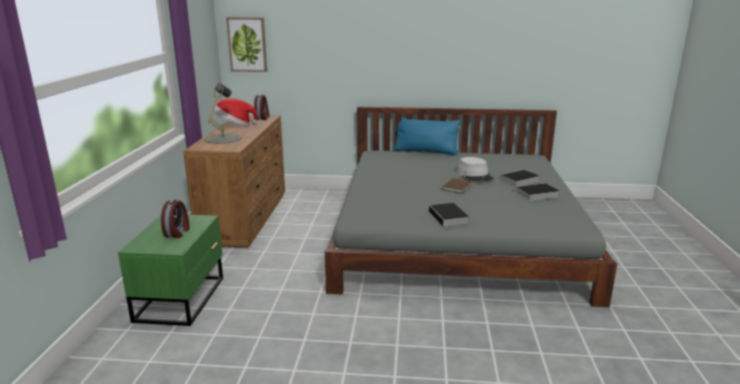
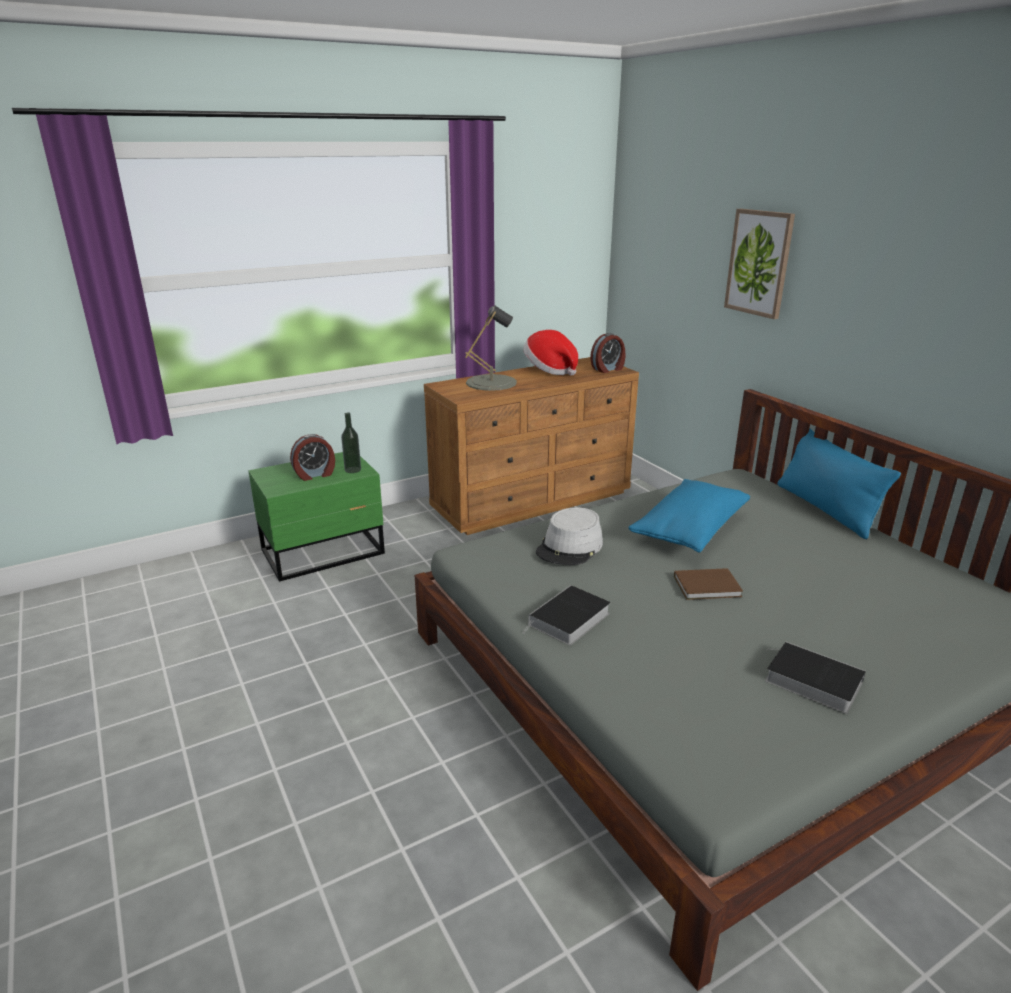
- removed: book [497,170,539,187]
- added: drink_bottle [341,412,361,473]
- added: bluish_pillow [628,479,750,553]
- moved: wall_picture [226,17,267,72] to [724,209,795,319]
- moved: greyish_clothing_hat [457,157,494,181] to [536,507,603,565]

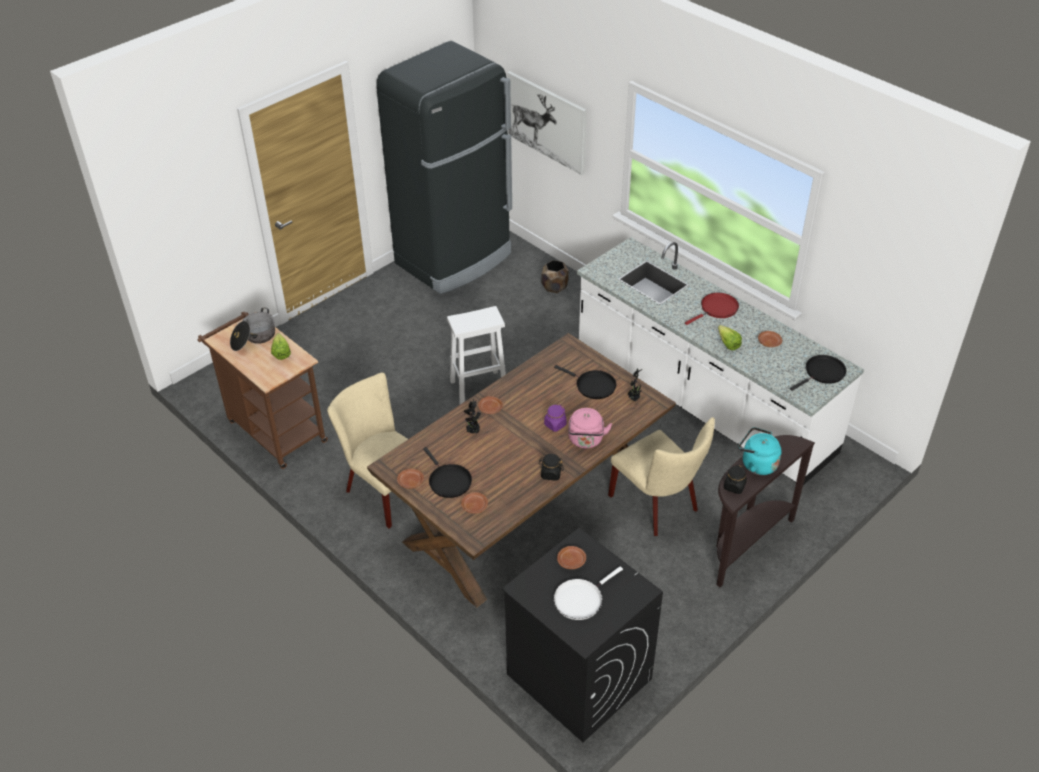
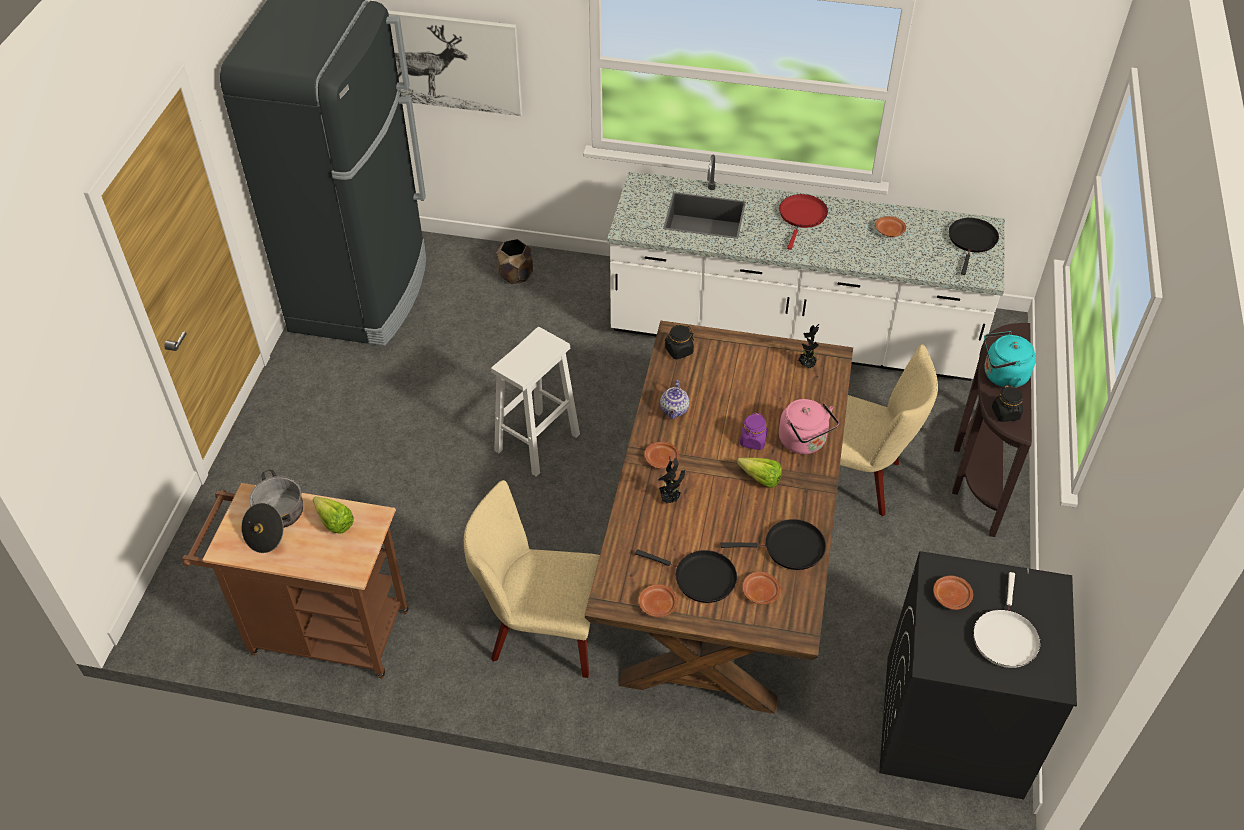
- added: teapot [660,380,690,419]
- moved: black_preserve_jar [539,454,564,480] to [665,325,694,360]
- moved: black_frying_pan [554,365,616,399] to [721,519,826,570]
- moved: lettuce_head [718,325,742,350] to [737,458,782,488]

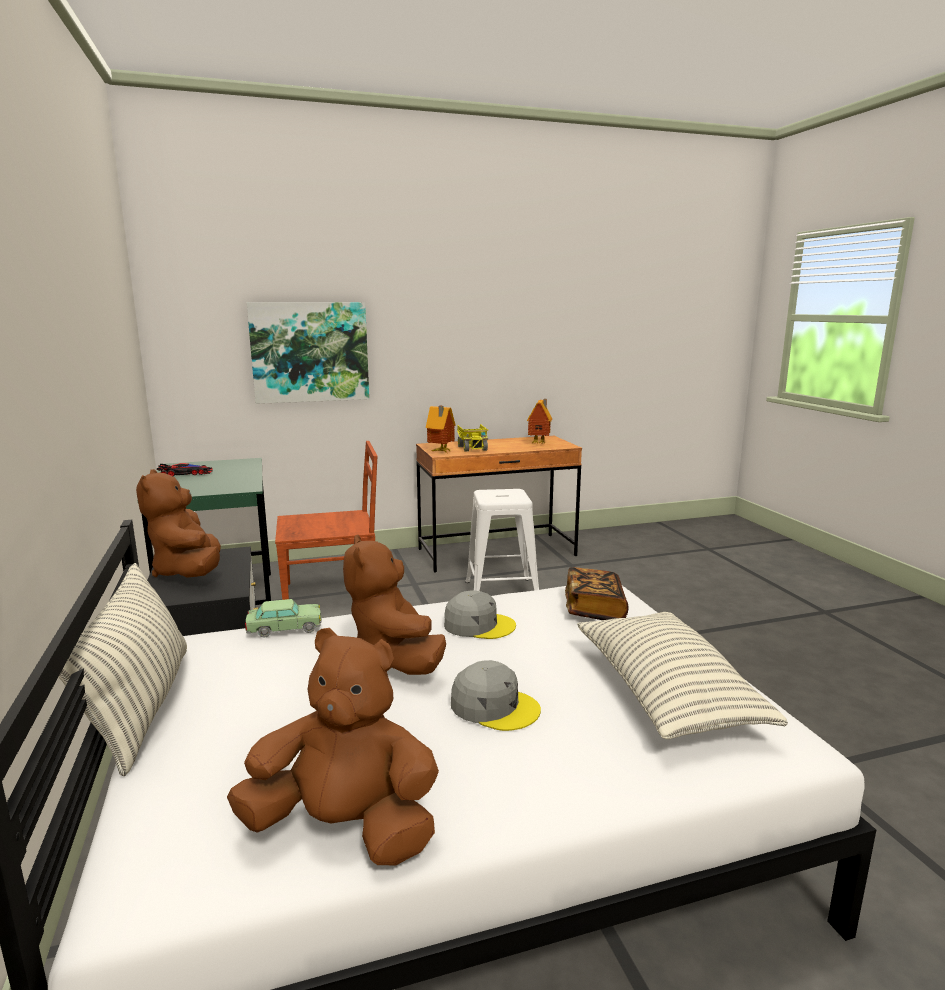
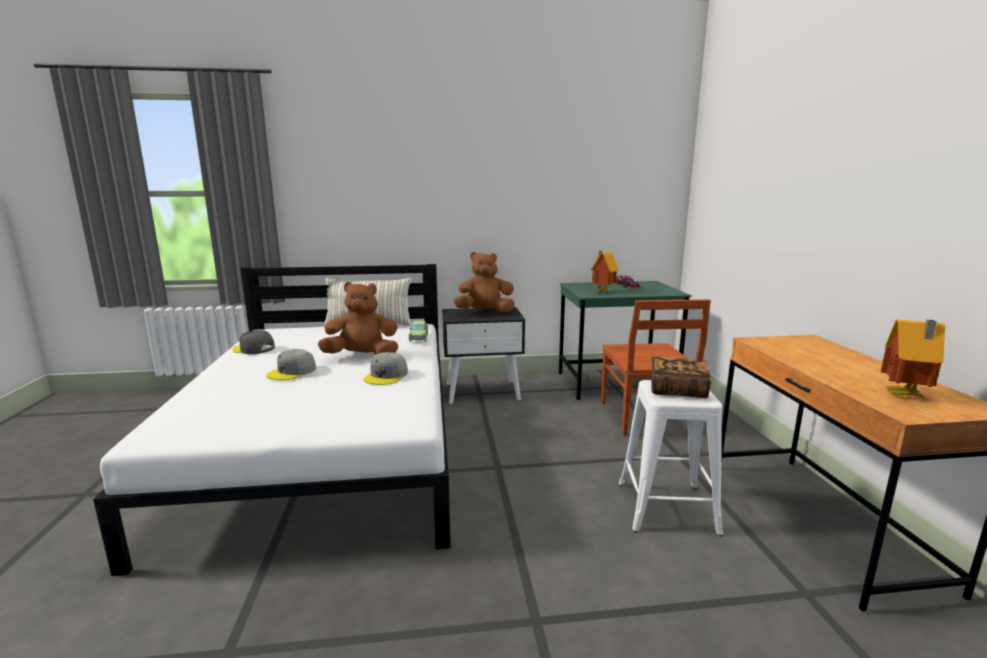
- removed: wall_picture [247,302,369,404]
- removed: model_truck [457,424,489,452]
- removed: pillow [577,612,788,739]
- moved: toy_house [426,406,456,453] to [591,251,619,293]
- moved: book [565,567,629,620] to [651,357,711,398]
- replaced: brownish_soft_toy [227,628,439,865] to greyish_peaked_cap [232,330,275,354]

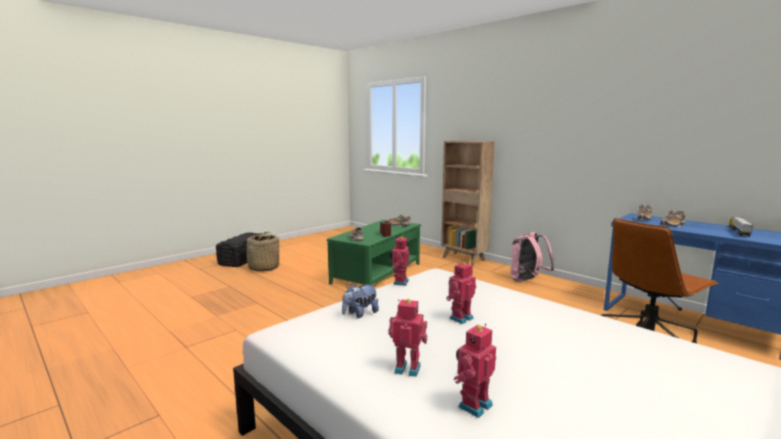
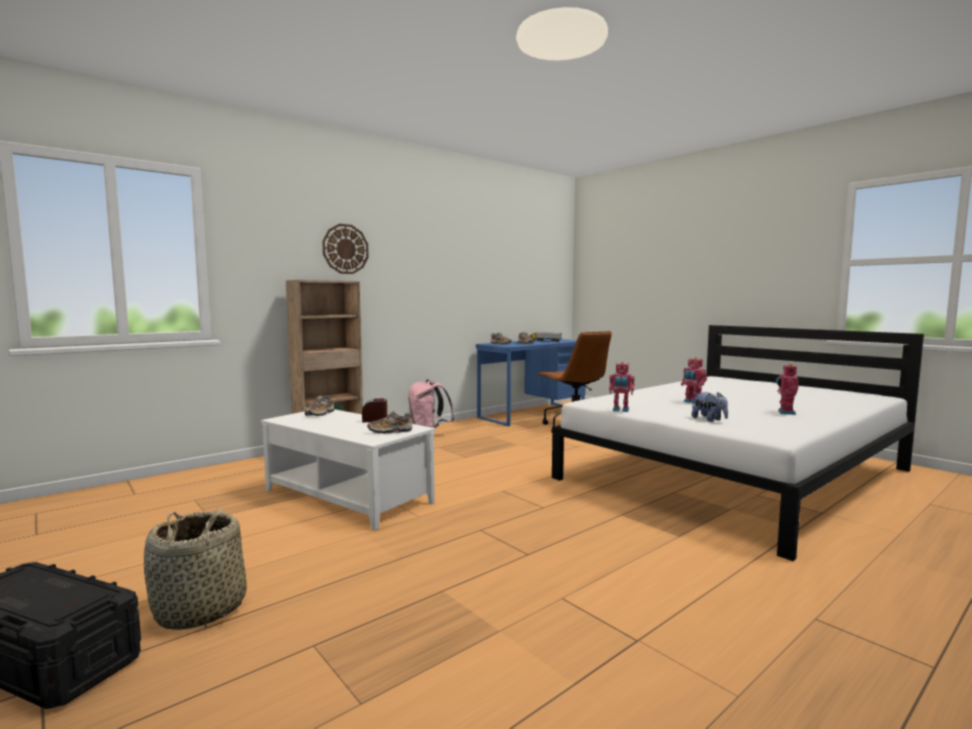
- removed: robot_figure [454,323,496,418]
- added: wall_clock [322,224,369,274]
- recoloured: green-coloured_coffee_table [327,220,421,286] to white_coffee_table [261,409,435,530]

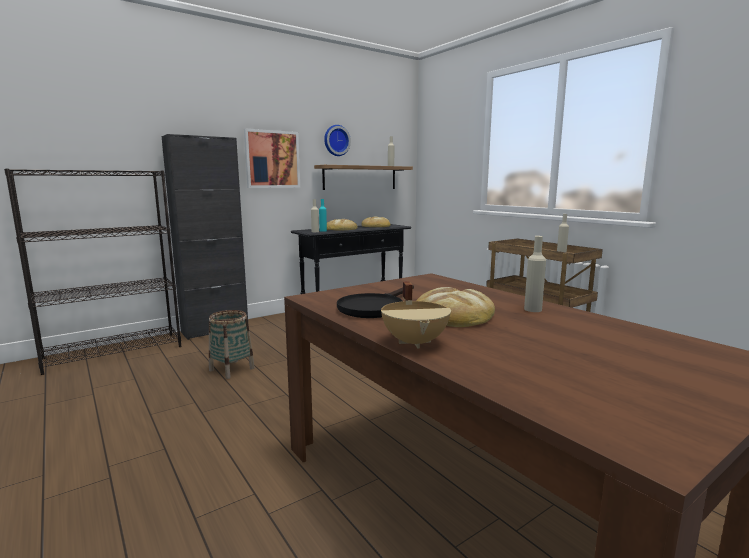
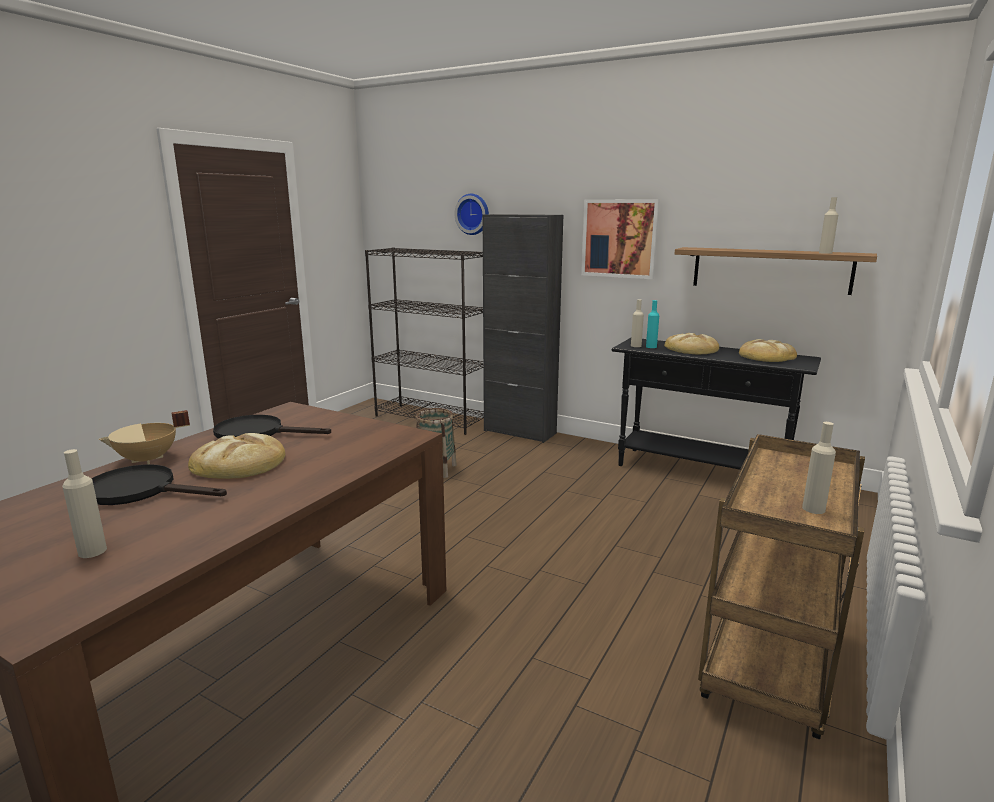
- added: black_frying_pan [92,464,227,505]
- moved: wall_clock [324,125,351,156] to [454,194,489,235]
- moved: beige_drink_bottle [524,236,546,312] to [62,449,107,558]

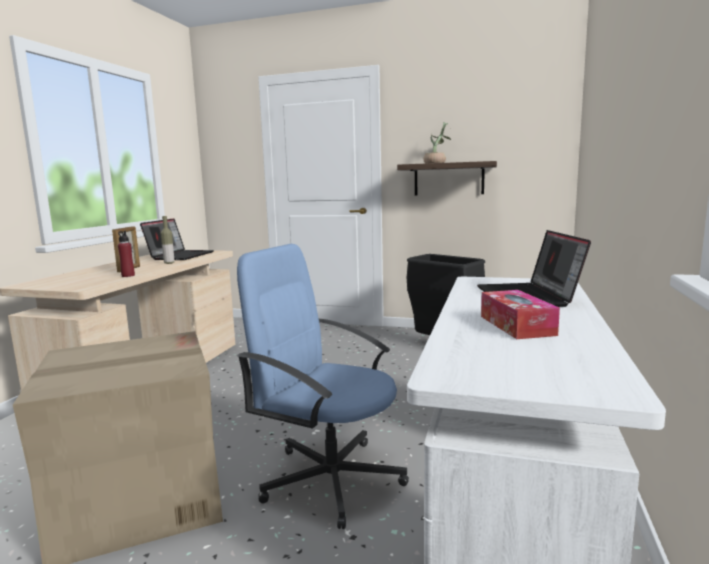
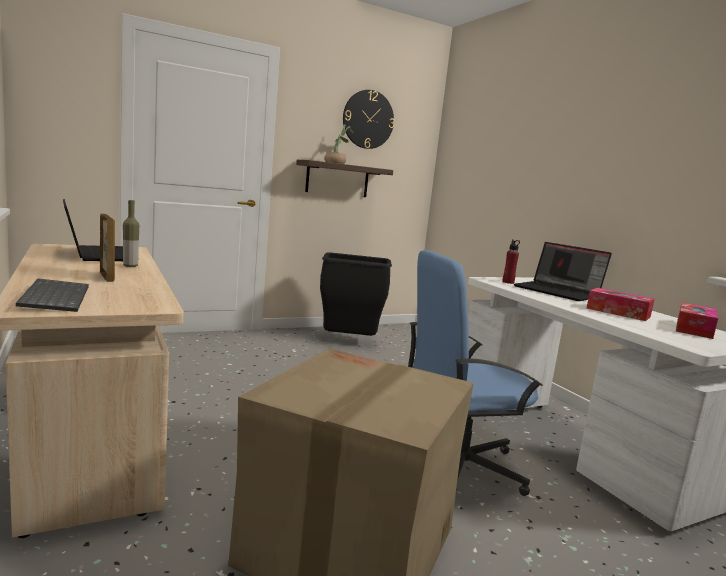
- added: computer_keyboard [16,279,89,312]
- added: wall_clock [343,90,394,149]
- added: tissue_box [676,303,718,339]
- moved: reddish_drink_bottle [118,231,135,277] to [502,240,520,284]

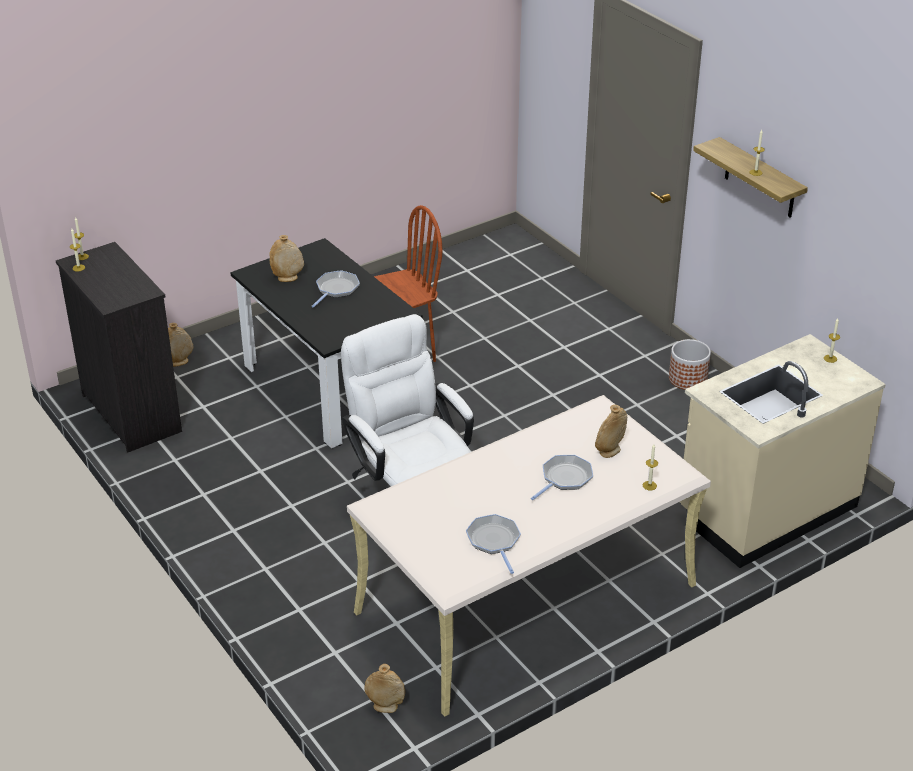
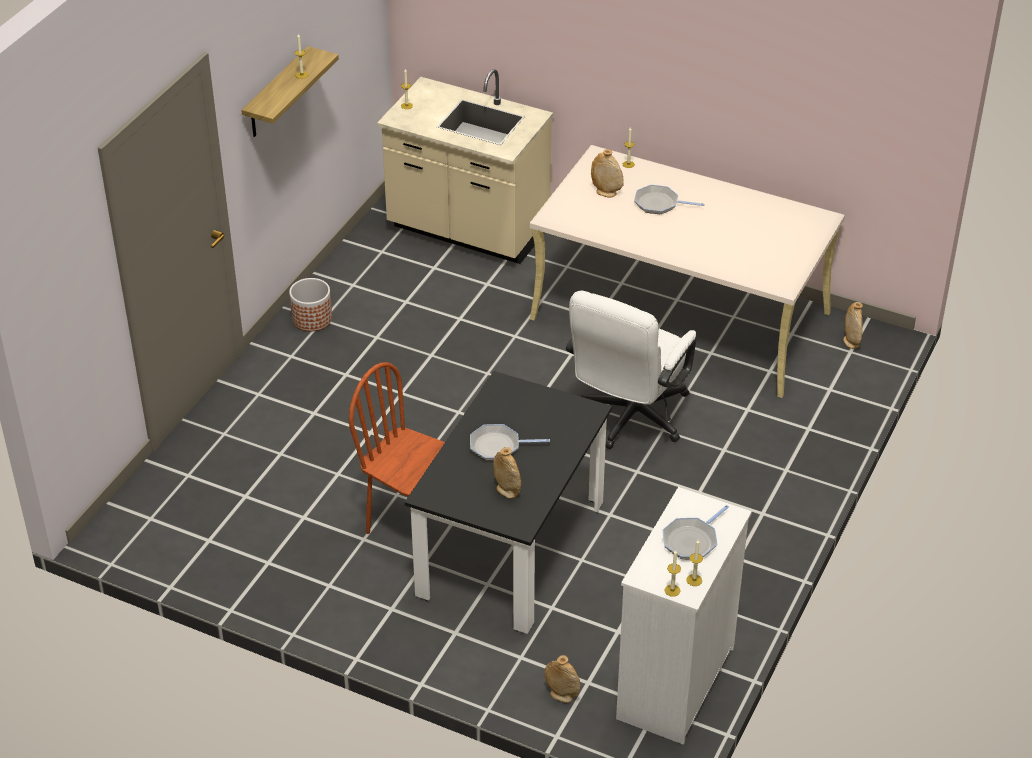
- moved: frying_pan [466,514,521,574] to [662,505,729,559]
- recoloured: black_drawer_chest [56,242,182,453] to white_drawer_chest [616,487,752,745]

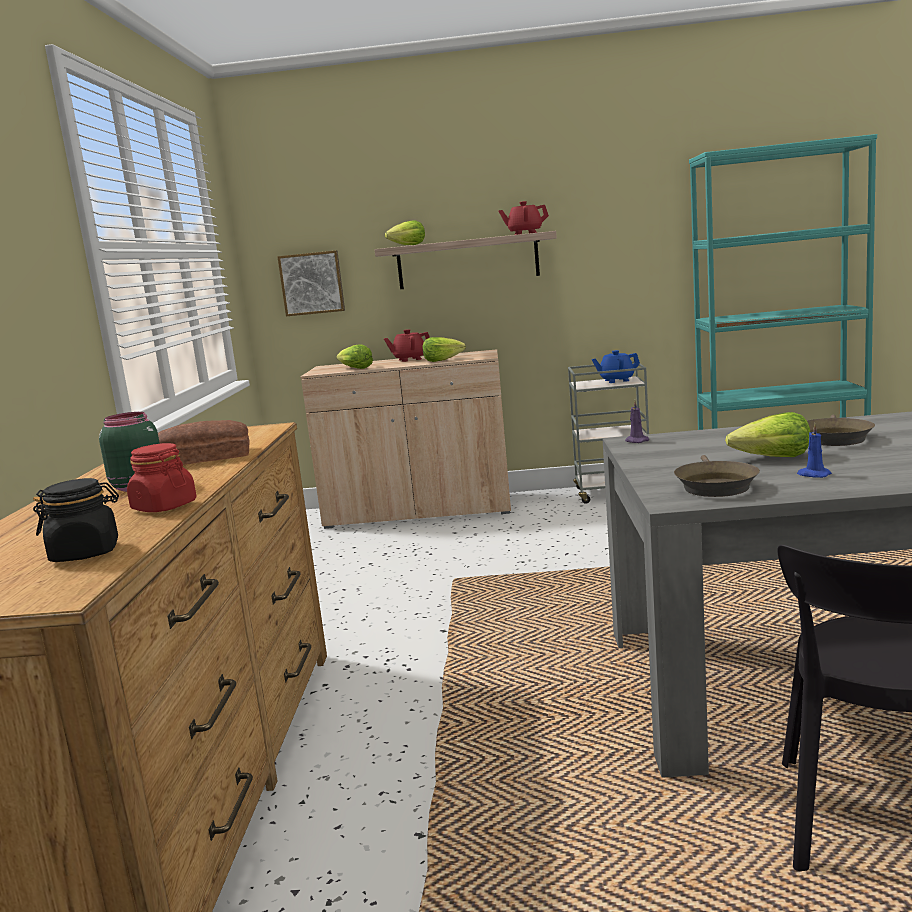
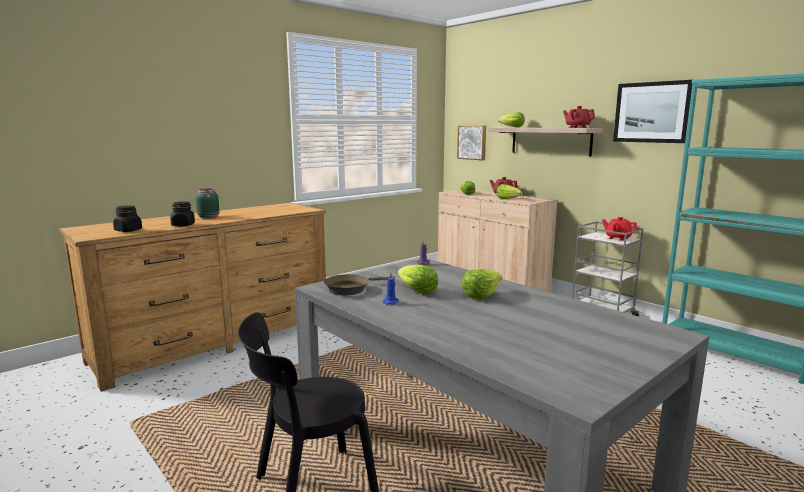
- removed: baked_bread [158,420,250,465]
- added: wall_picture [613,80,692,143]
- replaced: brownish_frying_pan [807,415,875,446] to lettuce_head [461,269,503,299]
- recoloured: reddish_preserve_jar [127,443,196,512] to black_preserve_jar [170,201,195,226]
- recoloured: bluish_teapot [592,350,640,383] to reddish_teapot [602,217,638,241]

